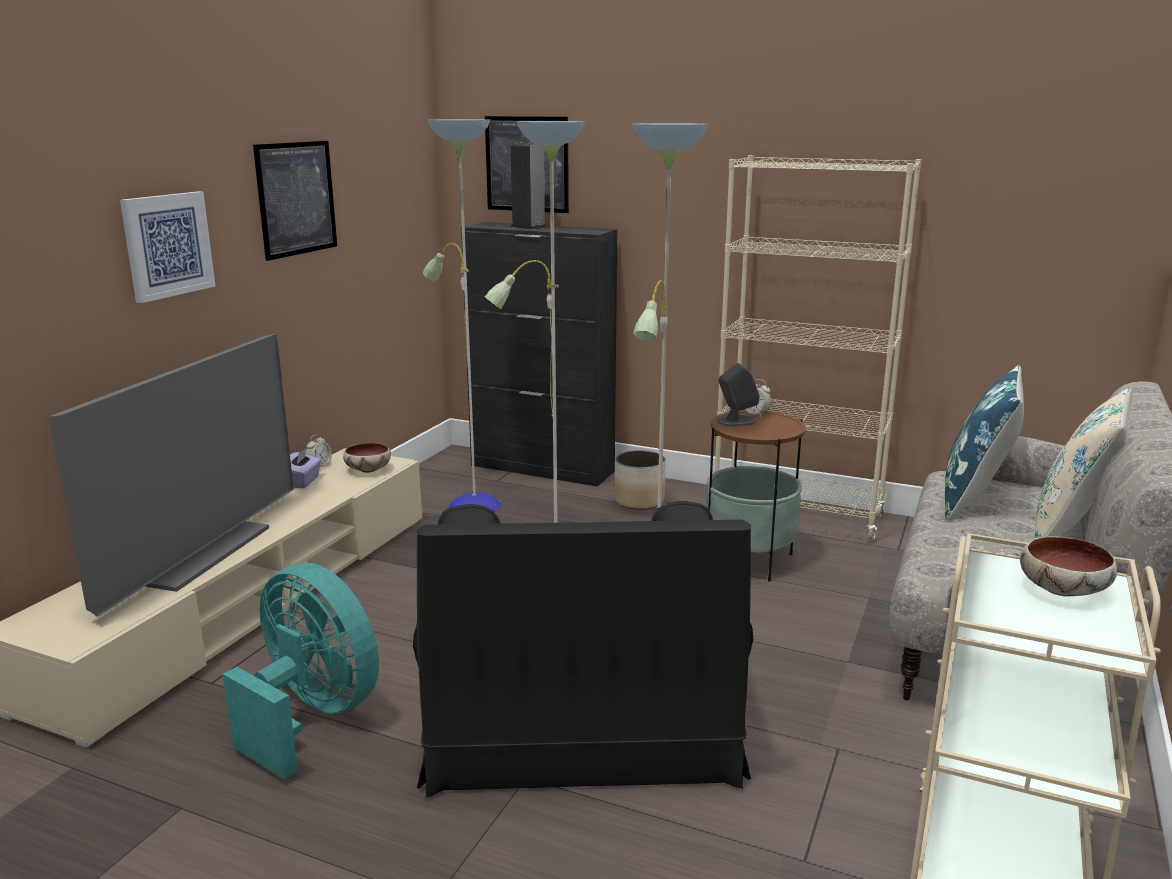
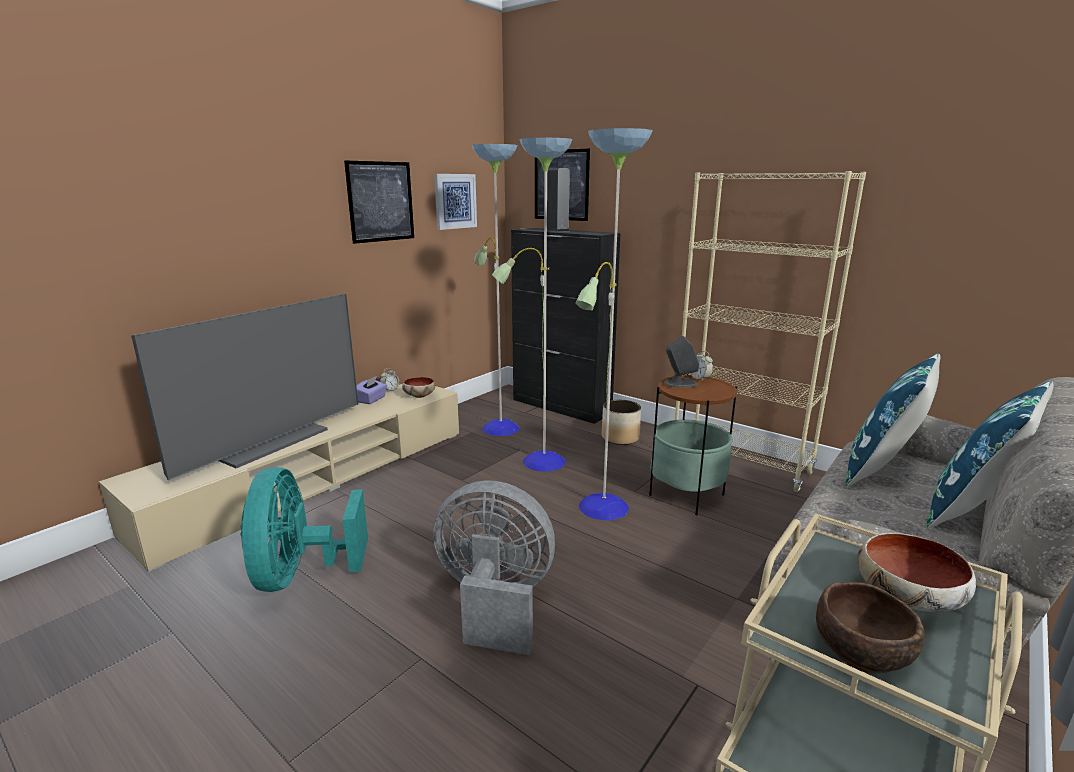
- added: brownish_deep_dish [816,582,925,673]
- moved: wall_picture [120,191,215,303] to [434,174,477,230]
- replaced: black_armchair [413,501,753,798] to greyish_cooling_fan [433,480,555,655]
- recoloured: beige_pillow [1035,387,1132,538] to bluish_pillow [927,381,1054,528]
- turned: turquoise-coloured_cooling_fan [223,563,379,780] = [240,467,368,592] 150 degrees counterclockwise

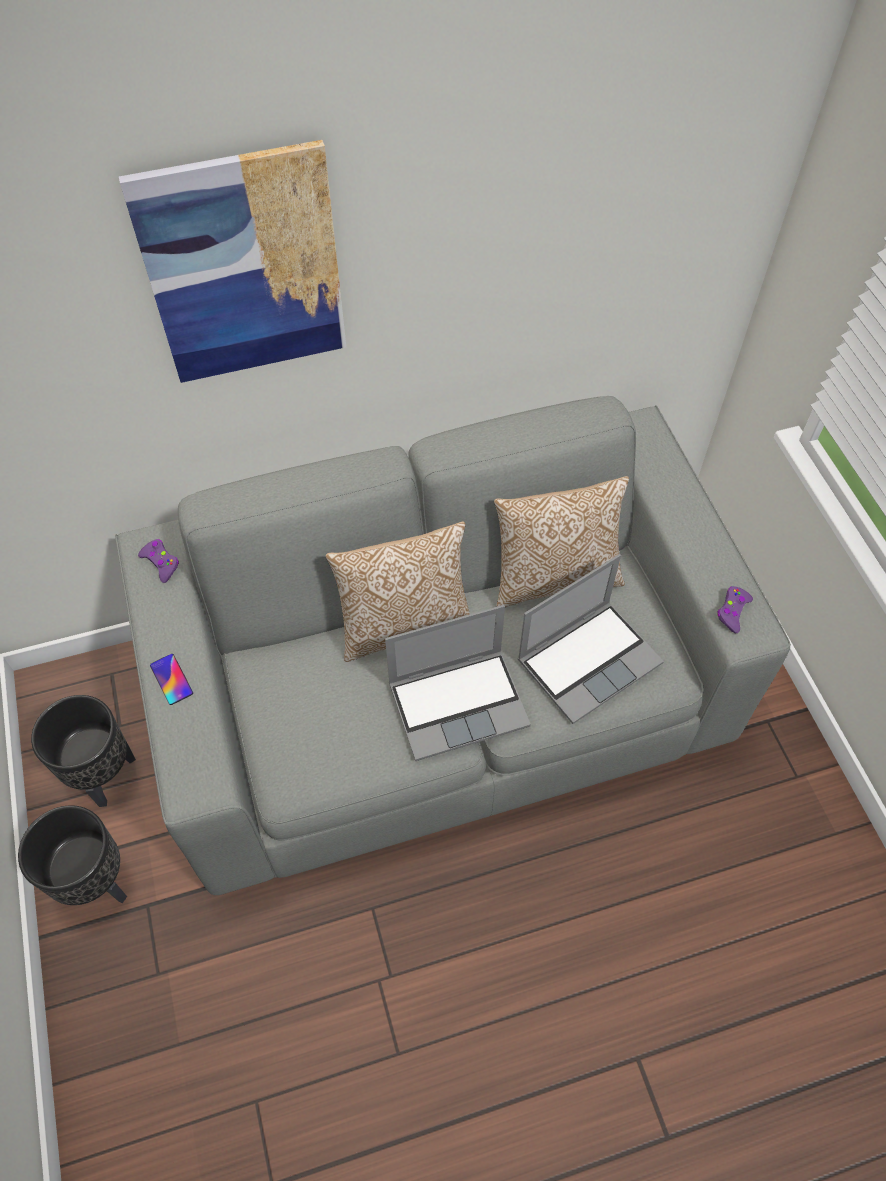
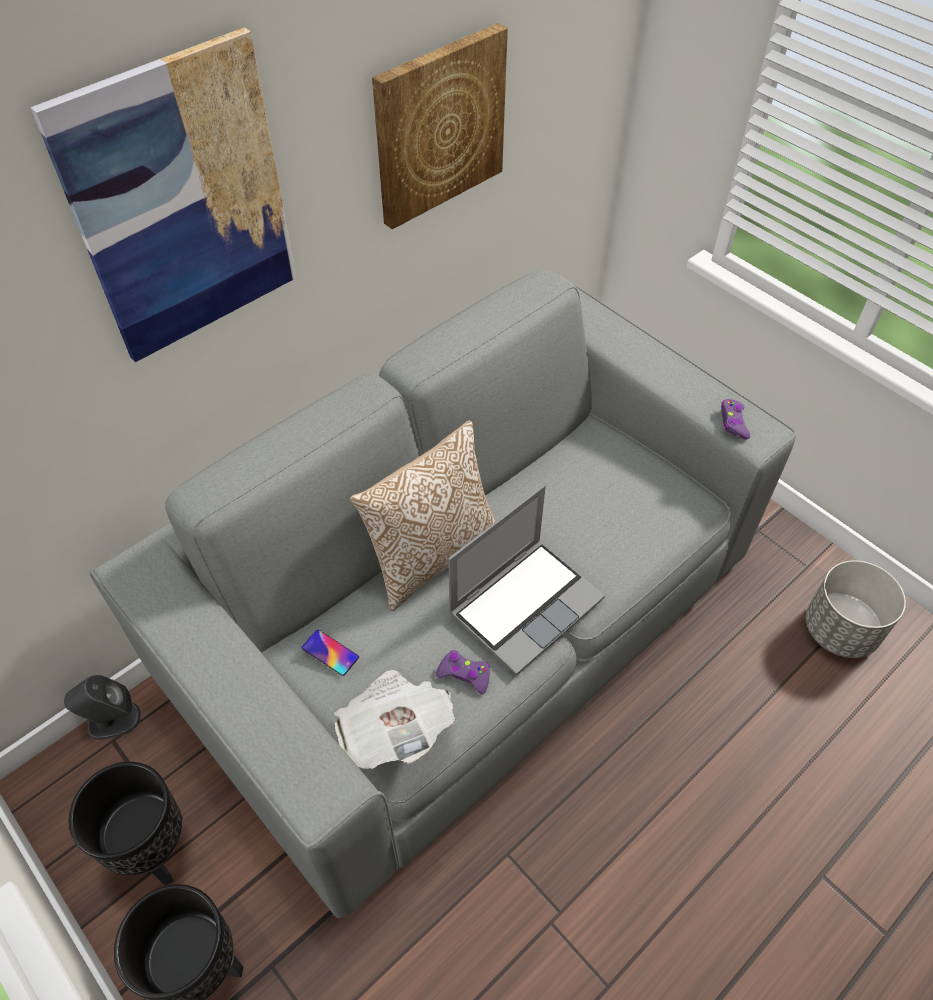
- removed: pillow [494,476,629,607]
- removed: notebook_computer [518,554,664,724]
- added: greyish_loudspeaker [64,675,141,740]
- added: daily_paper [335,670,455,769]
- added: wall_picture [372,23,508,229]
- added: greyish_plant_pot [806,561,906,658]
- moved: purplish_joypad [138,539,179,583] to [436,650,490,695]
- moved: telephone [150,654,193,705] to [301,630,359,676]

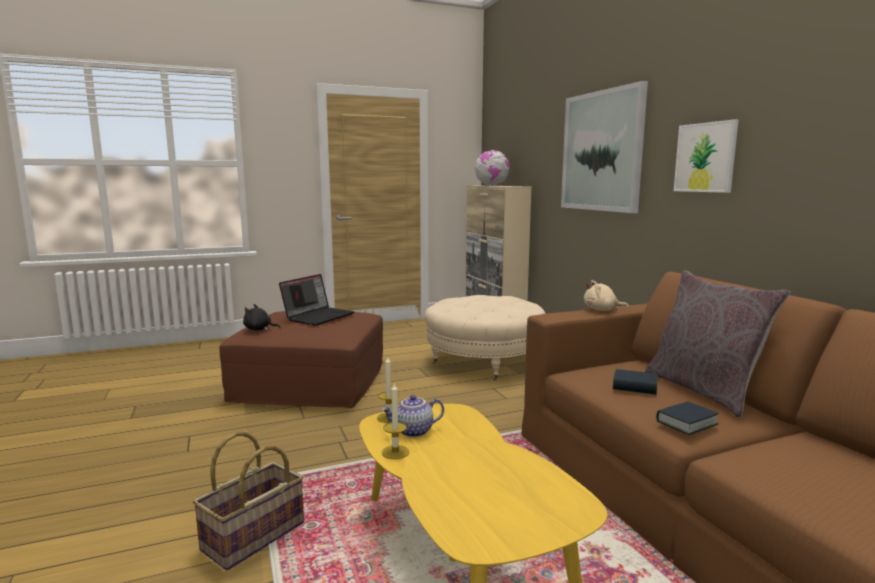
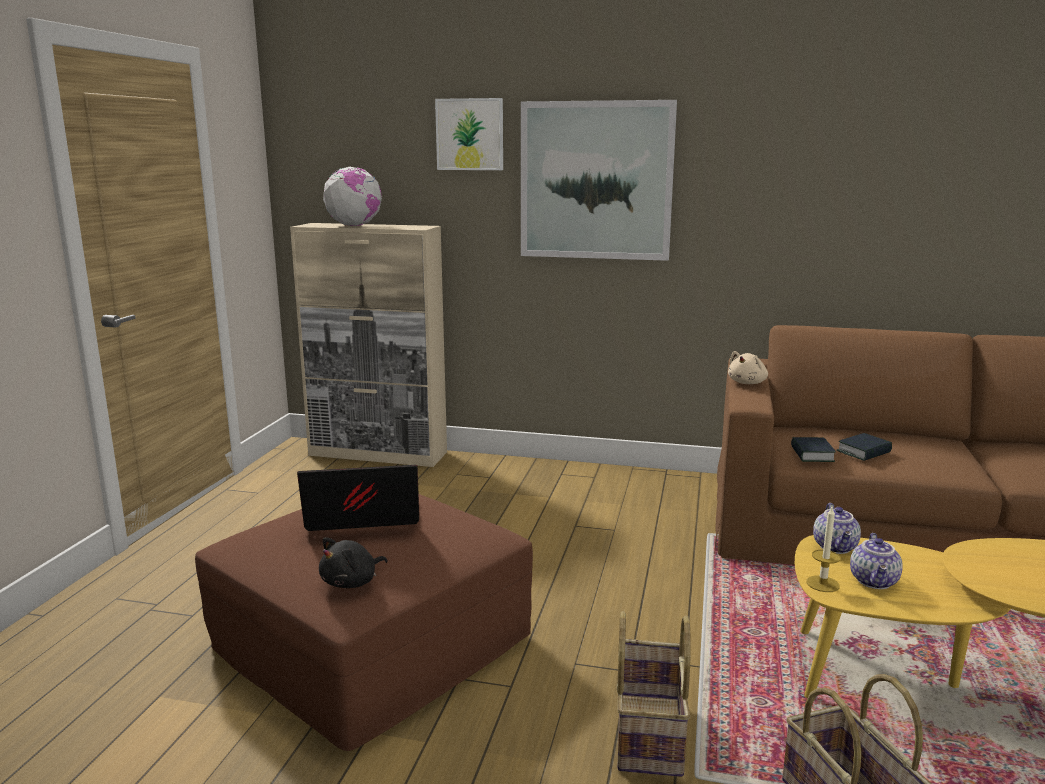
- removed: wax_candle [382,383,409,459]
- removed: beige_pouffe [425,295,546,381]
- removed: greyish_pillow [645,270,790,417]
- added: storage_basket [617,611,691,777]
- added: teapot [813,503,861,554]
- moved: book [656,401,719,435] to [791,437,836,462]
- moved: wall_picture [673,119,739,193] to [435,98,503,170]
- turned: notebook_computer [279,274,354,326] = [297,465,419,531] 75 degrees counterclockwise

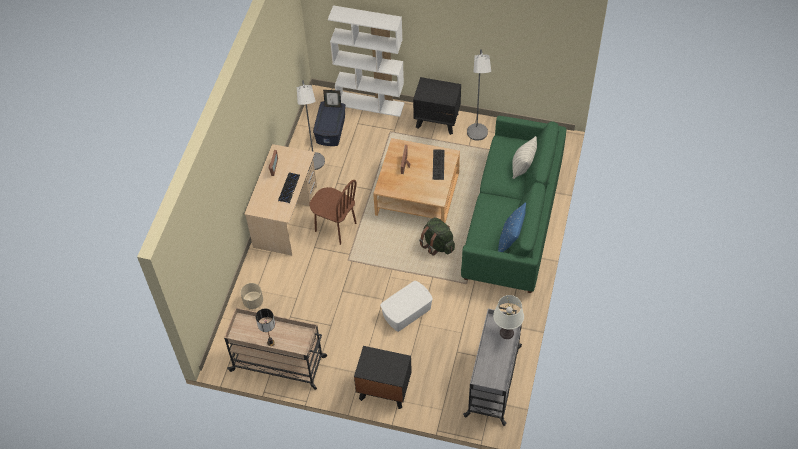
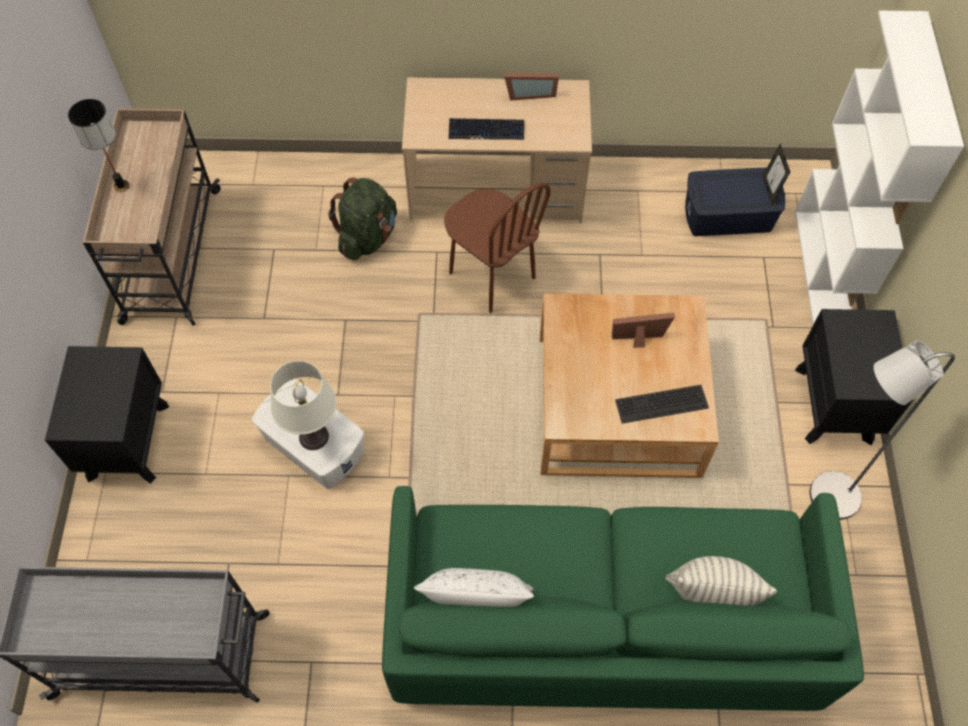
- removed: beige_plant_pot [240,283,263,309]
- removed: greyish_standing_lamp [297,80,325,170]
- moved: green-coloured_knapsack [419,217,455,256] to [328,178,397,260]
- moved: white_lamp_for_a_table [493,295,524,339] to [270,361,336,450]
- recoloured: bluish_pillow [498,202,526,252] to white_pillow [414,568,534,607]
- turned: brownish_chair [309,180,357,245] = [444,182,551,313] 60 degrees counterclockwise

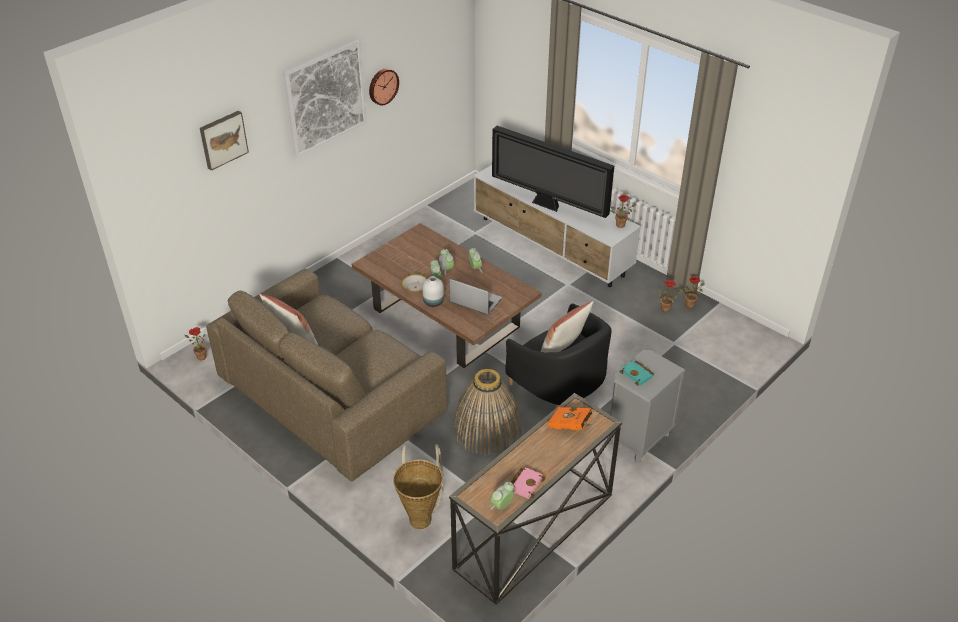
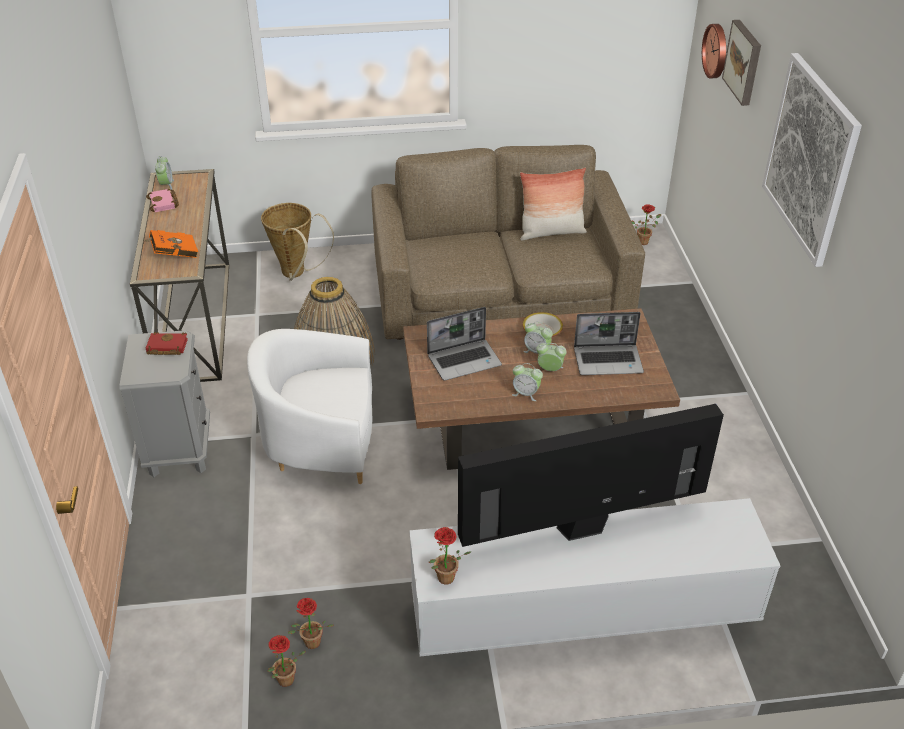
- removed: white_vase [422,276,444,307]
- removed: pillow [541,301,594,352]
- added: notebook_computer [574,312,644,375]
- moved: wall_clock [369,68,399,105] to [702,24,726,79]
- recoloured: black_armchair [505,303,611,408] to white_armchair [247,329,372,484]
- recoloured: turquoise-coloured_book [620,361,654,386] to reddish_book [146,332,188,355]

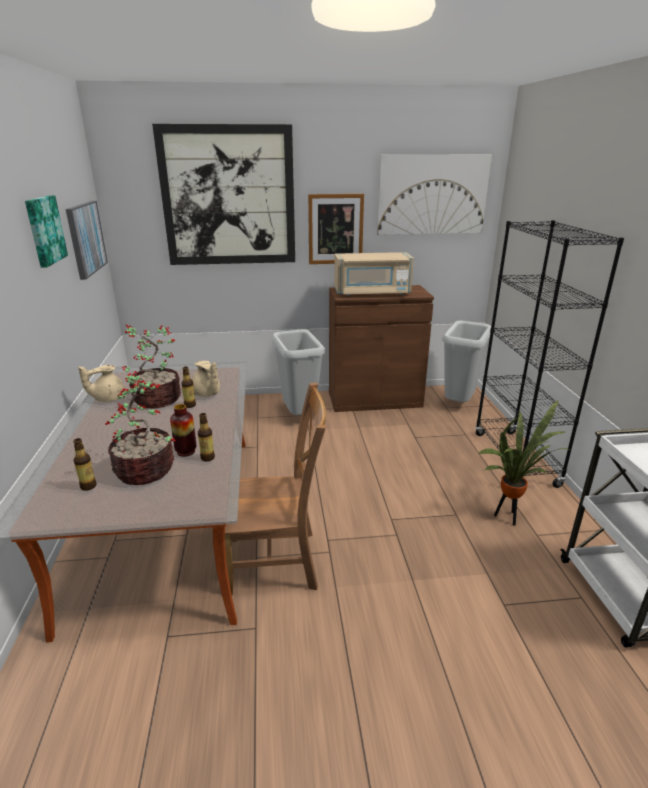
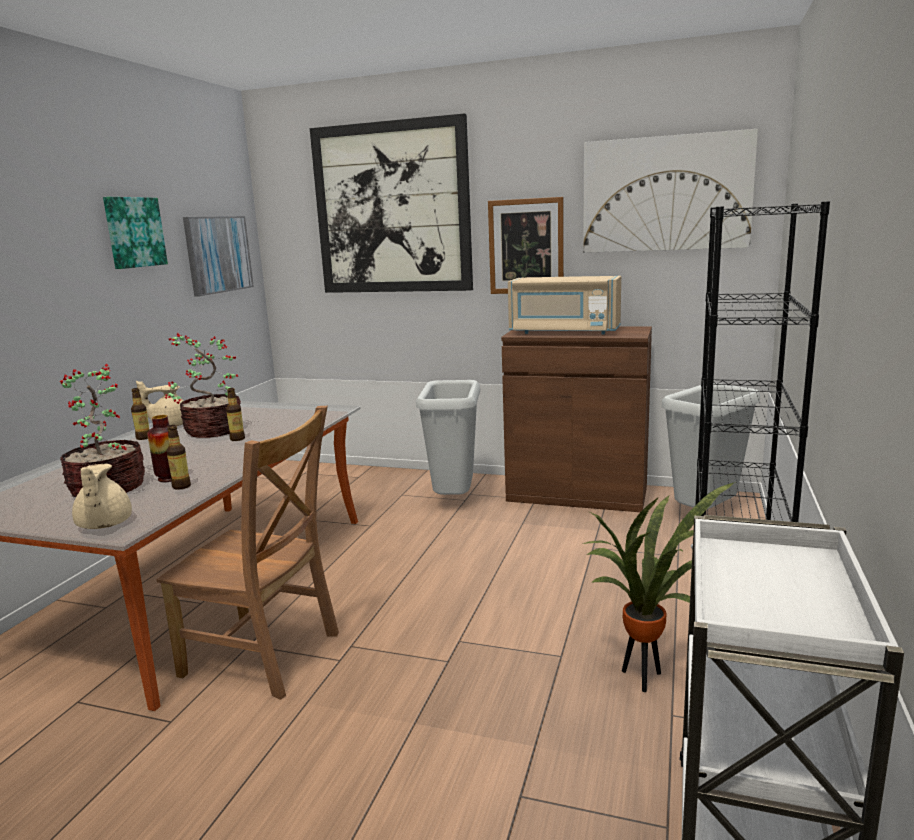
- moved: drink_bottle [73,438,97,491] to [131,388,150,440]
- moved: beige_teapot [192,361,220,397] to [72,464,132,529]

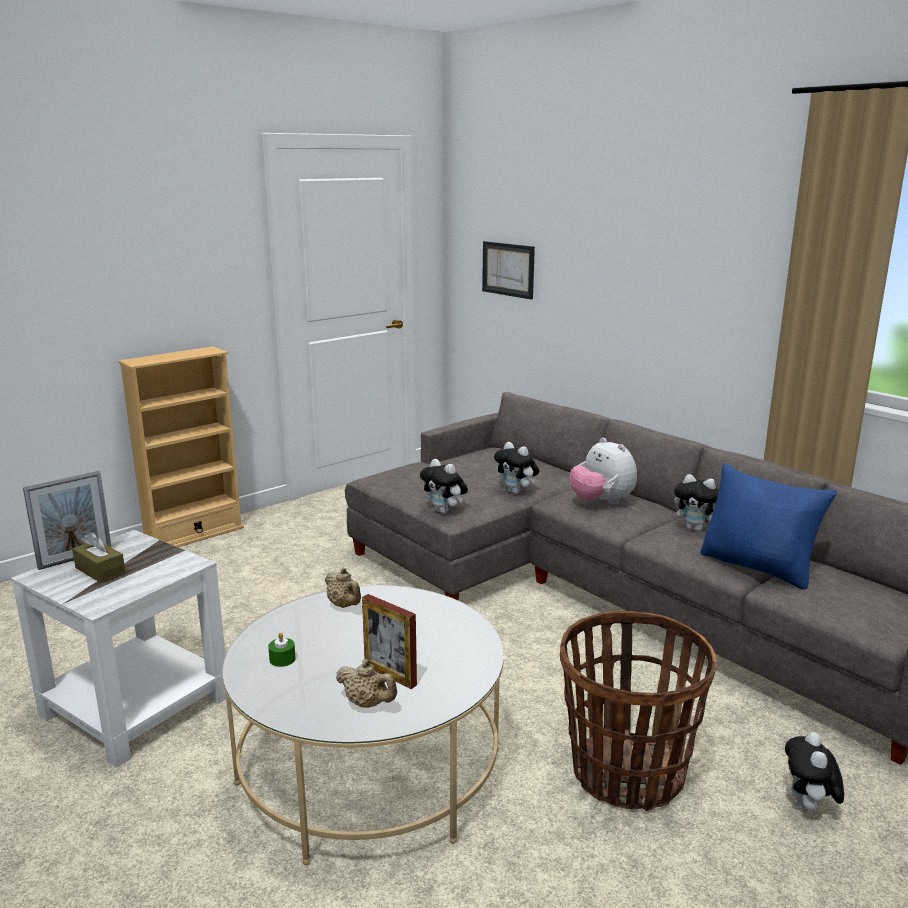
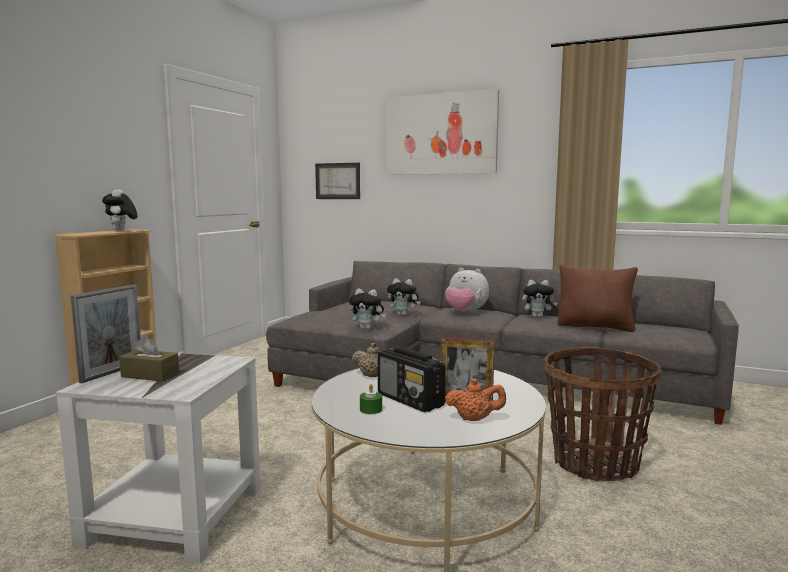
- added: radio_set [378,347,445,412]
- added: wall_picture [386,89,499,175]
- moved: soft_toy [785,732,844,812] to [102,189,138,231]
- recoloured: beige_teapot [336,659,397,708] to orange_teapot [445,379,506,421]
- recoloured: bluish_pillow [700,464,837,590] to brownish_pillow [557,265,638,332]

